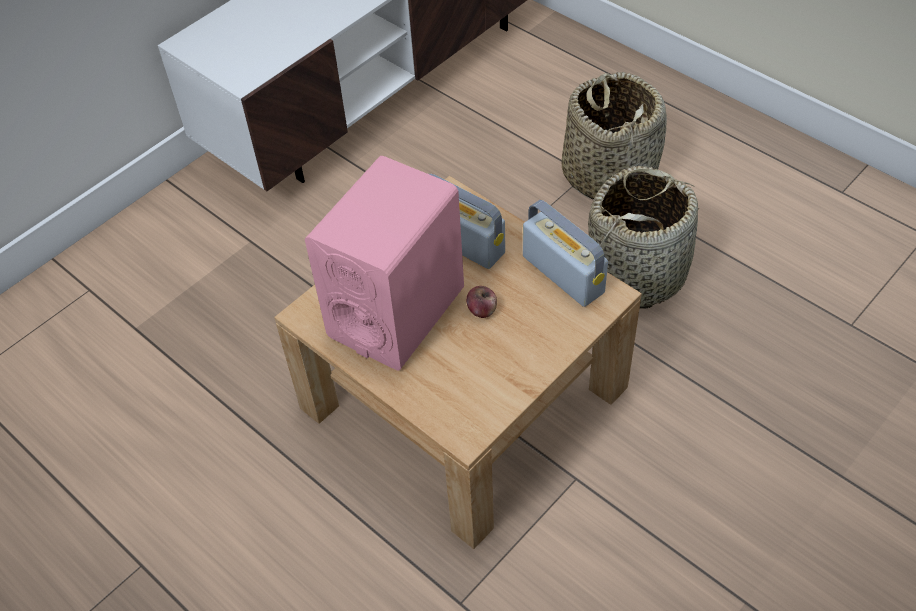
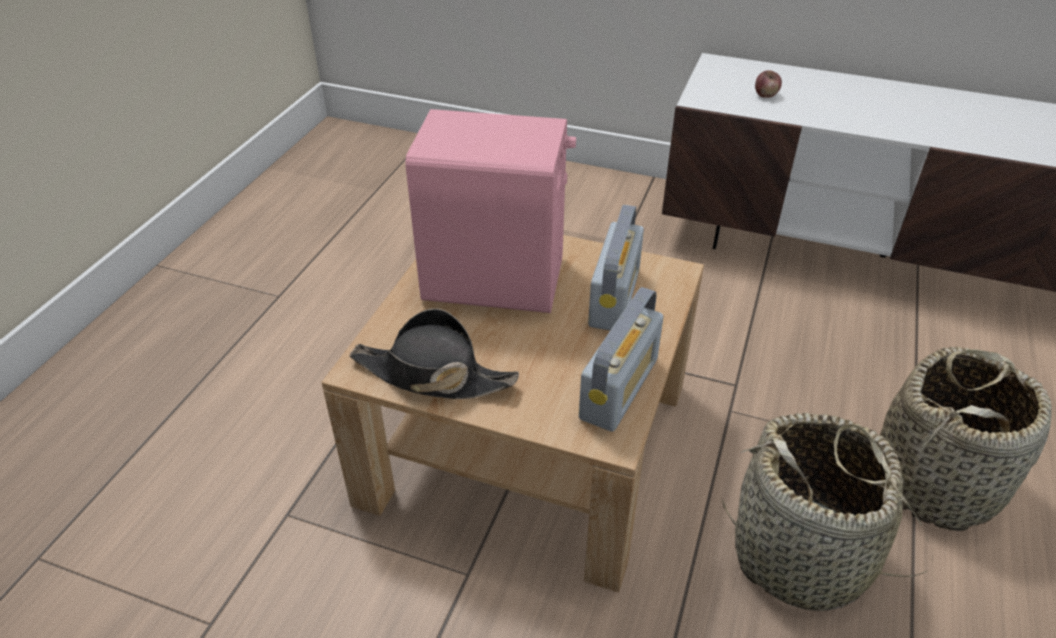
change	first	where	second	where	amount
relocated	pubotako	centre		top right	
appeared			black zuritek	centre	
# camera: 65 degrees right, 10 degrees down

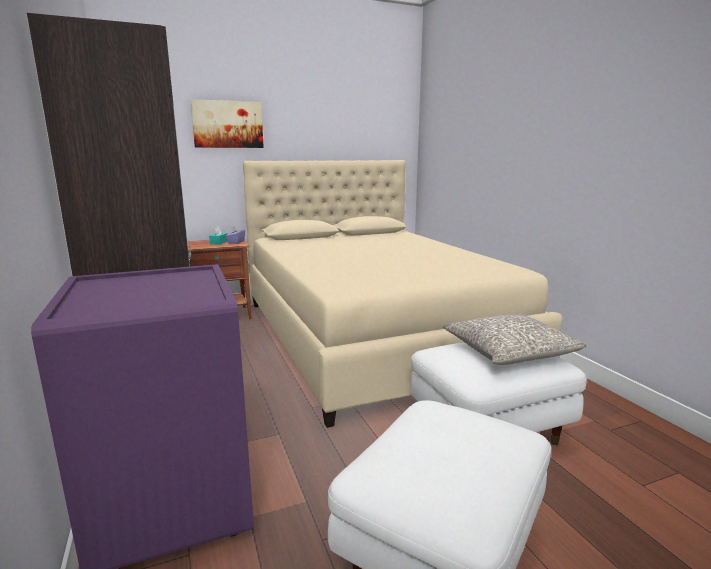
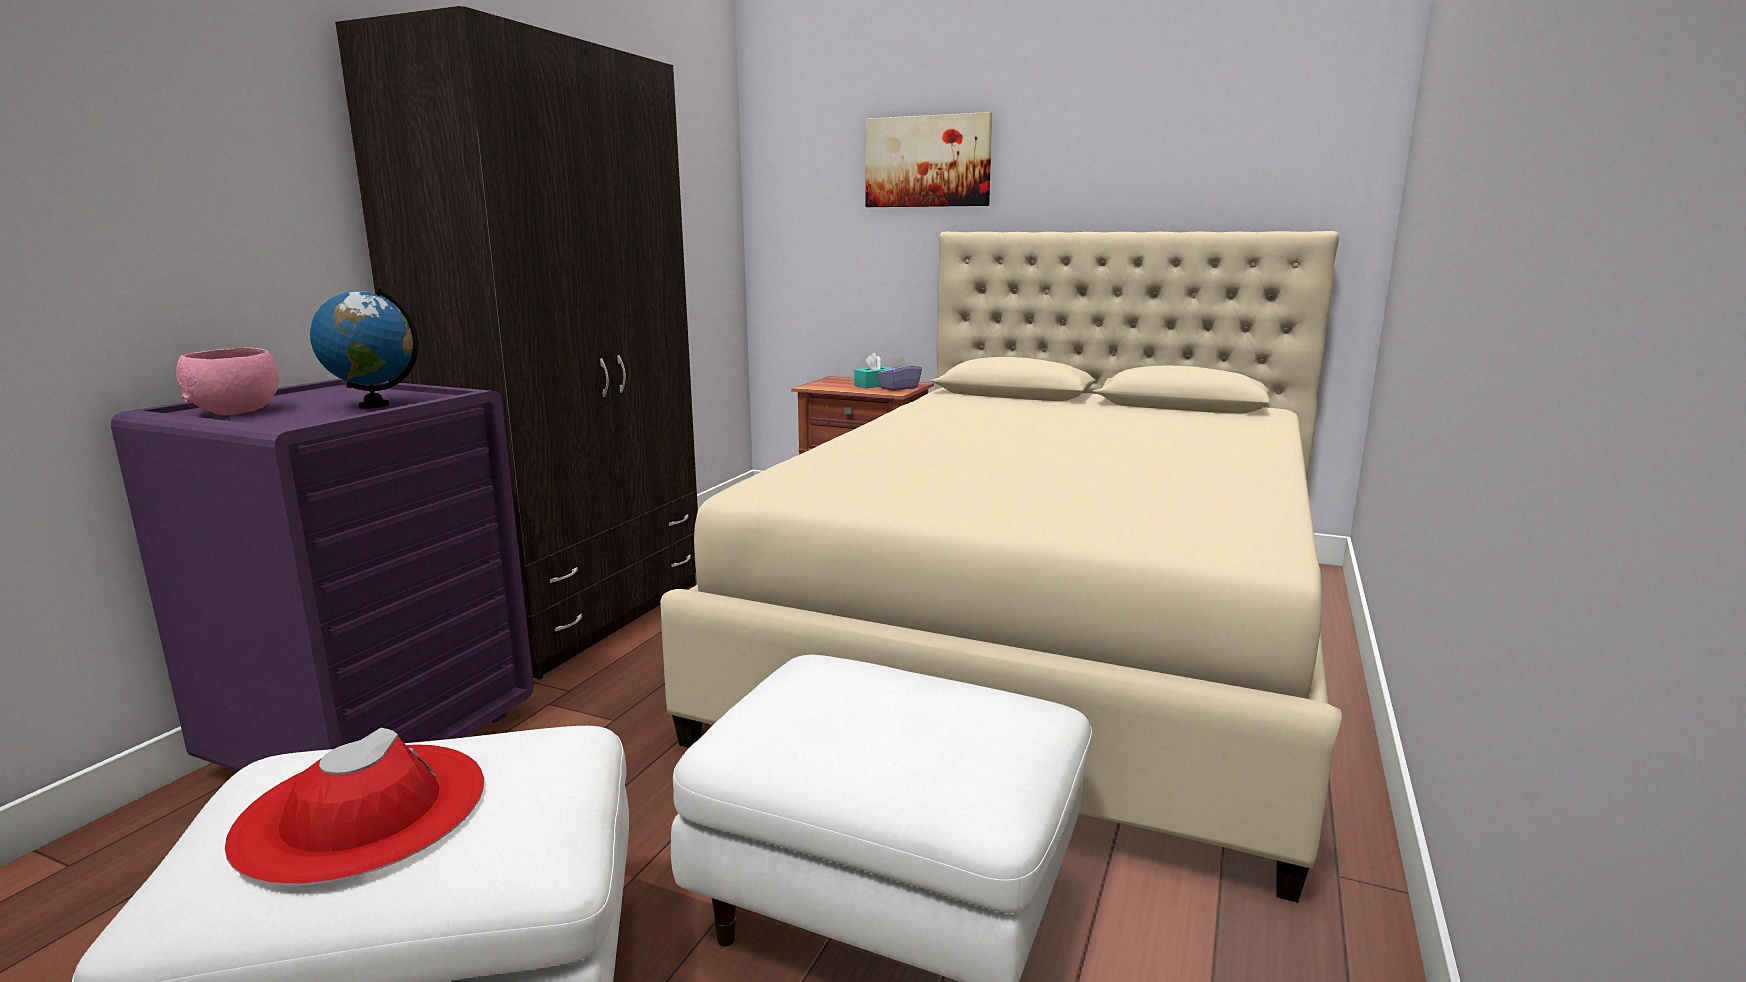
change	first	where	second	where	amount
missing	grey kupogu	middle right			
appeared			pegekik	middle left	
appeared			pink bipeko	middle left	
appeared			red zuritek	bottom left	
# camera: 45 degrees right, 0 degrees up

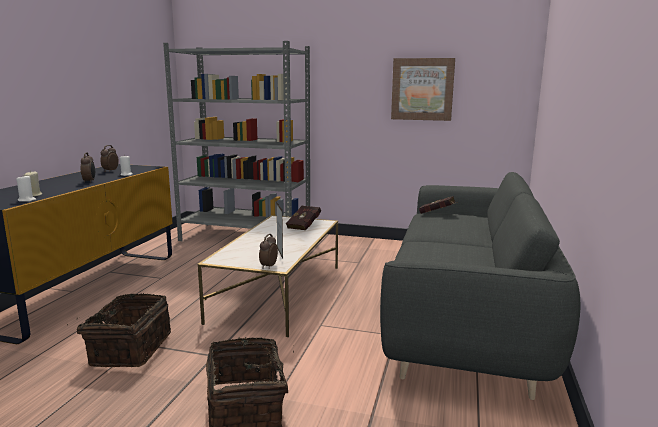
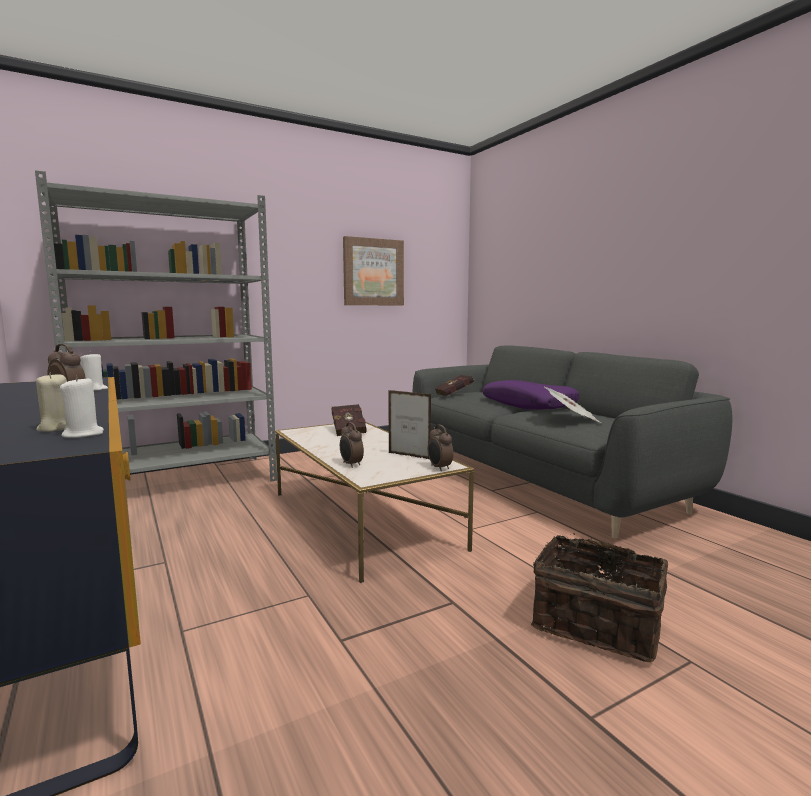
change	first	where	second	where	amount
relocated	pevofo (no. 2 from left)	middle left		centre	
missing	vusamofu (no. 1 from left)	bottom left			
appeared			purple kupogu	centre	
appeared			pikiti	middle right	
# camera: 45 degrees left, 5 degrees down

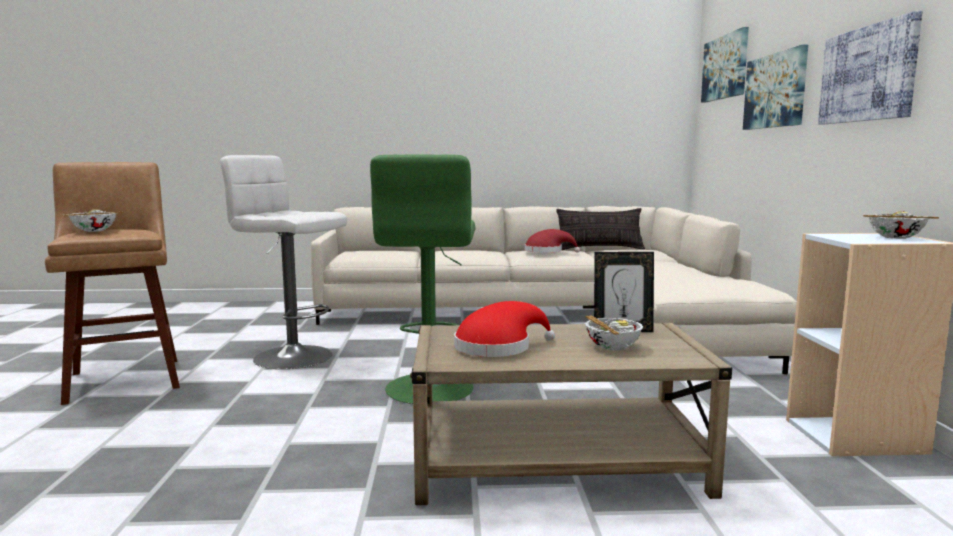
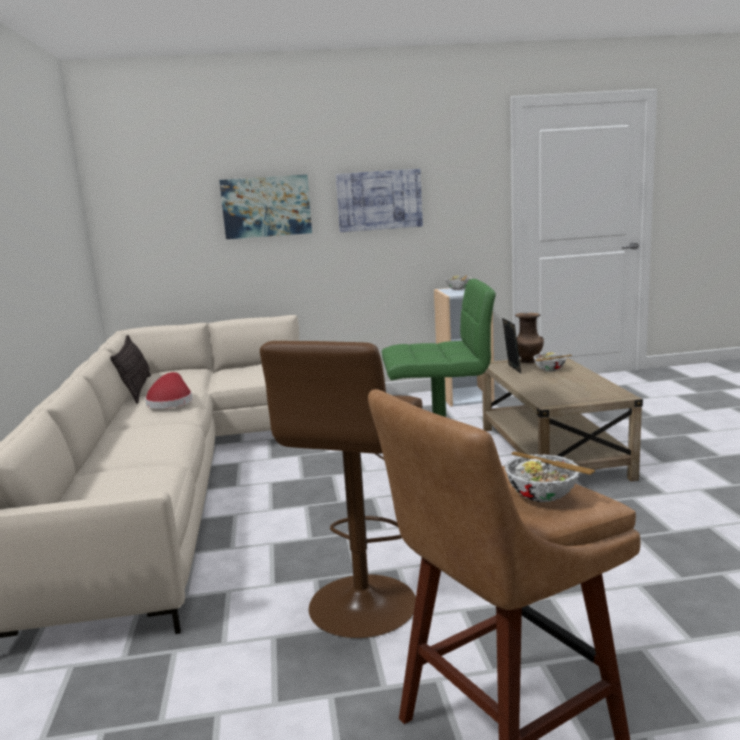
change	first	where	second	where	amount
missing	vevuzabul (no. 1 from left)	top right			
colour	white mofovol	middle left	brown mofovol (no. 1 from left)	centre	
missing	red zuritek (no. 1 from left)	centre			
appeared			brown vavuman	middle right	
# camera: 95 degrees left, 5 degrees up

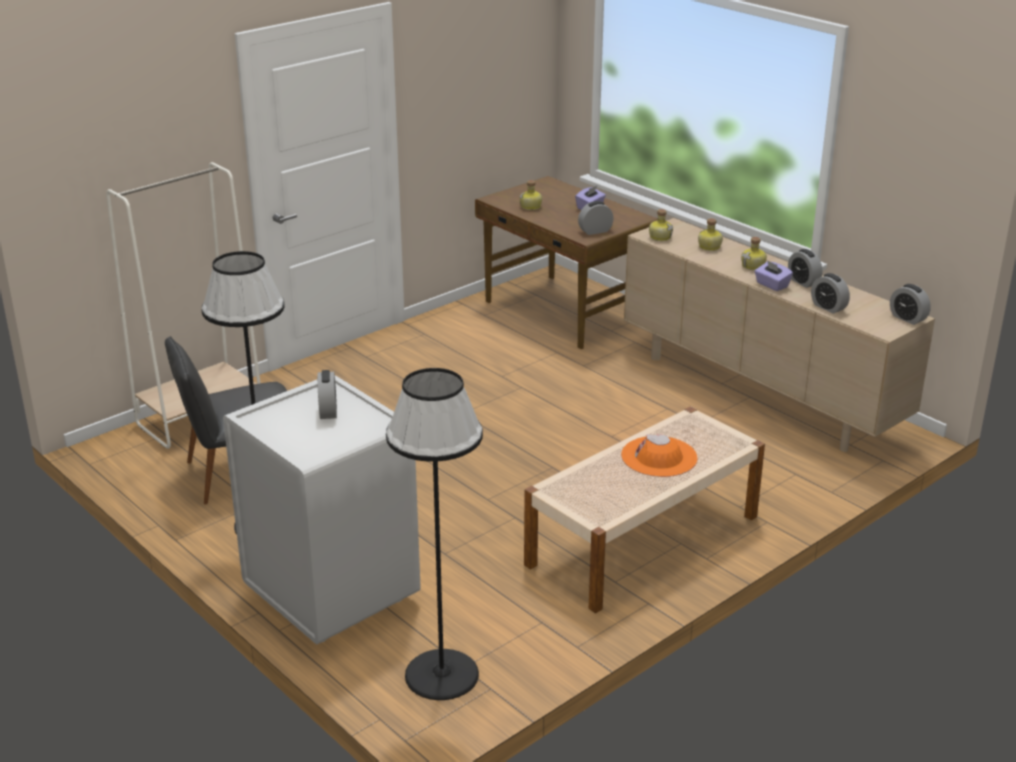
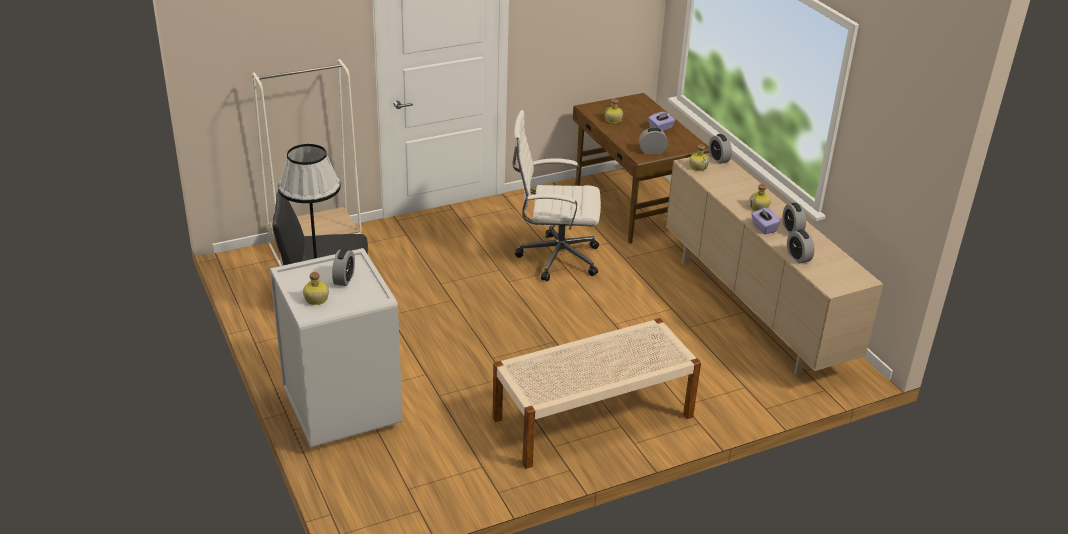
change	first	where	second	where	amount
relocated	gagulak (no. 3 from left in the first image)	top right	gagulak (no. 1 from left)	middle left	
relocated	pevofo (no. 5 from left in the first image)	middle right	pevofo (no. 3 from left)	top right	
missing	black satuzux (no. 2 from left)	bottom centre			
missing	orange zuritek	centre			
appeared			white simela	centre	
# camera: 15 degrees right, 5 degrees up

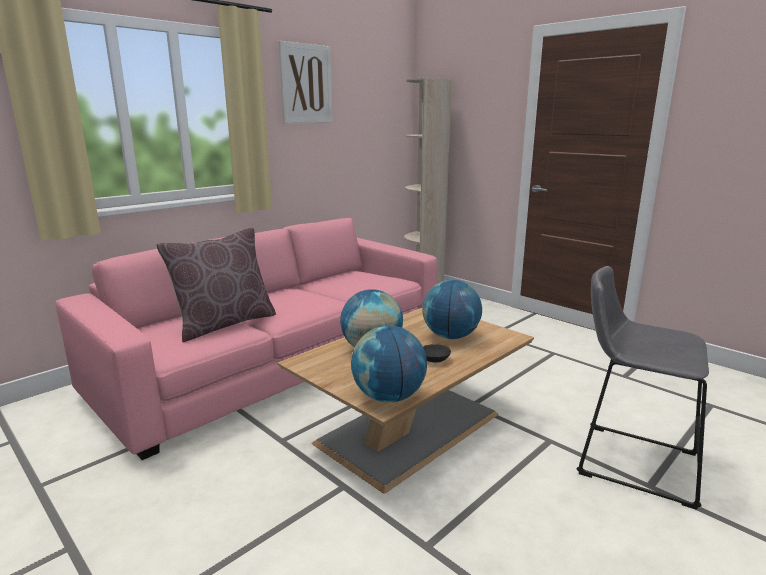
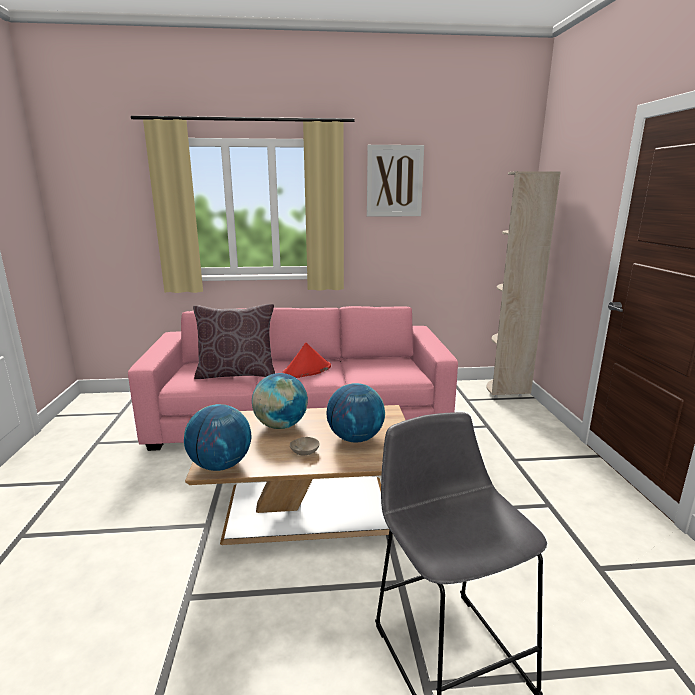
change	first	where	second	where	amount
colour	black bipeko	centre	beige bipeko	centre	
appeared			red zuritek	centre	
# camera: 40 degrees right, 0 degrees up

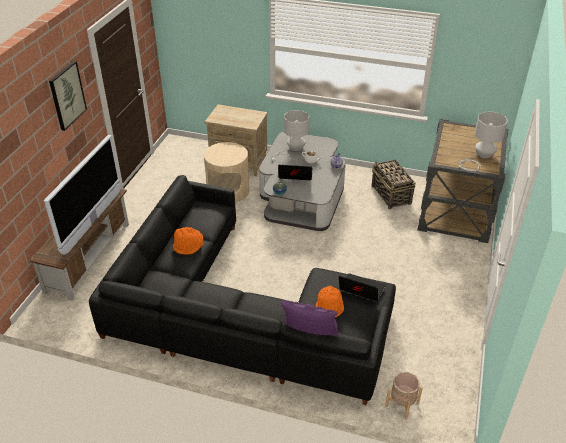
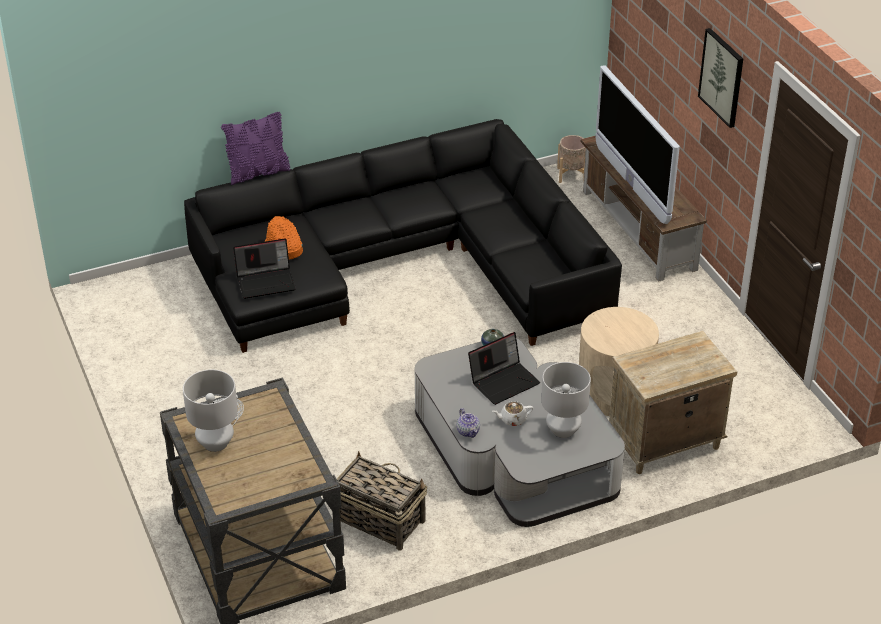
change	first	where	second	where	amount
missing	orange zuritek (no. 1 from left)	middle left			
relocated	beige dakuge	bottom right		top centre	
# camera: 140 degrees right, 0 degrees up

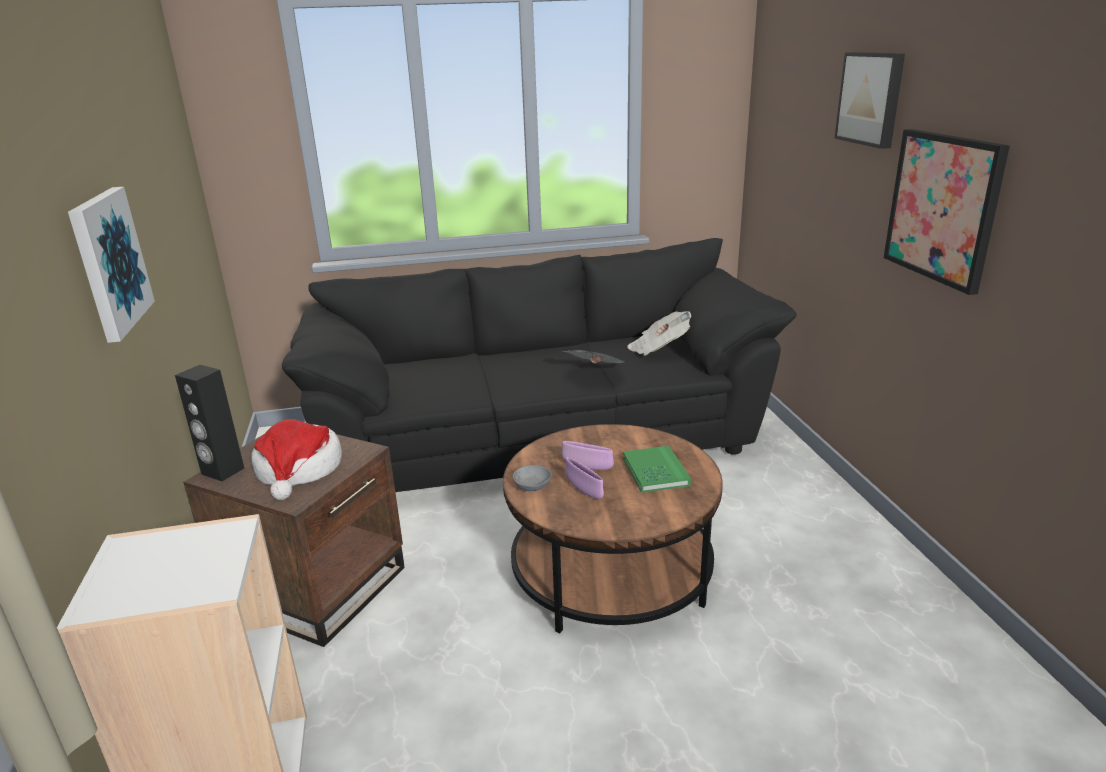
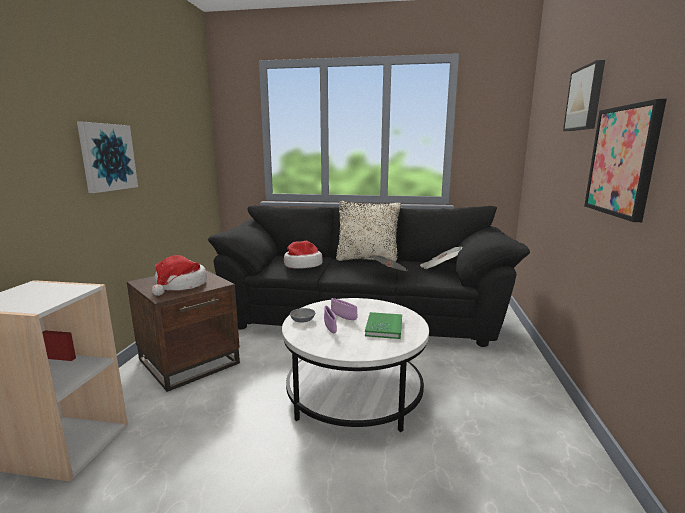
change	first	where	second	where	amount
missing	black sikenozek	middle left			
colour	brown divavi	bottom centre	white divavi	bottom centre	
appeared			beige kupogu	centre	
appeared			zuritek (no. 2 from left)	centre	
# camera: 20 degrees right, 10 degrees down

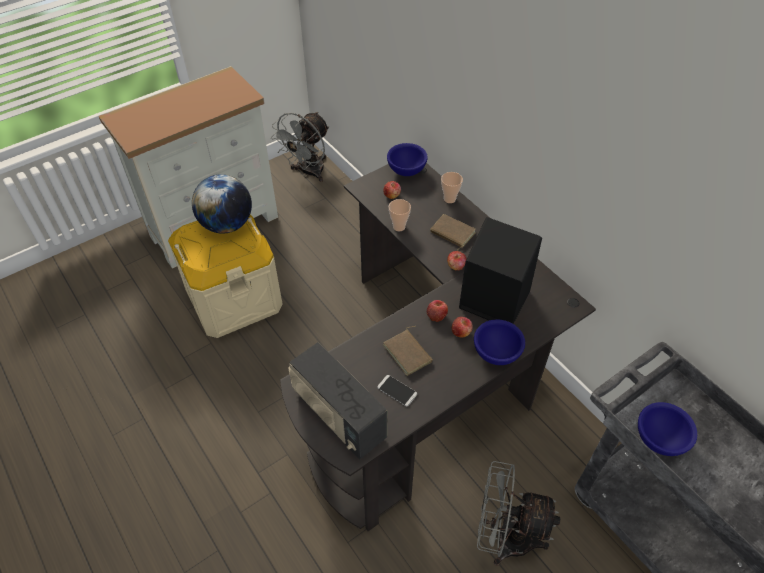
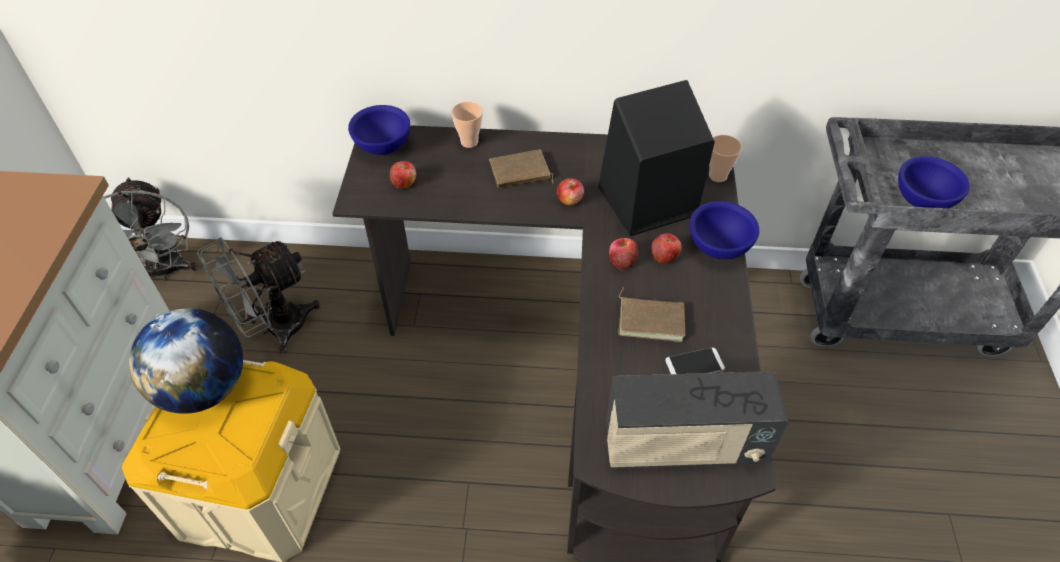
change	first	where	second	where	amount
relocated	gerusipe (no. 1 from left in the first image)	centre	gerusipe (no. 2 from left)	top right	
relocated	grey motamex (no. 2 from left)	bottom right		middle left	
# camera: 50 degrees left, 0 degrees up

